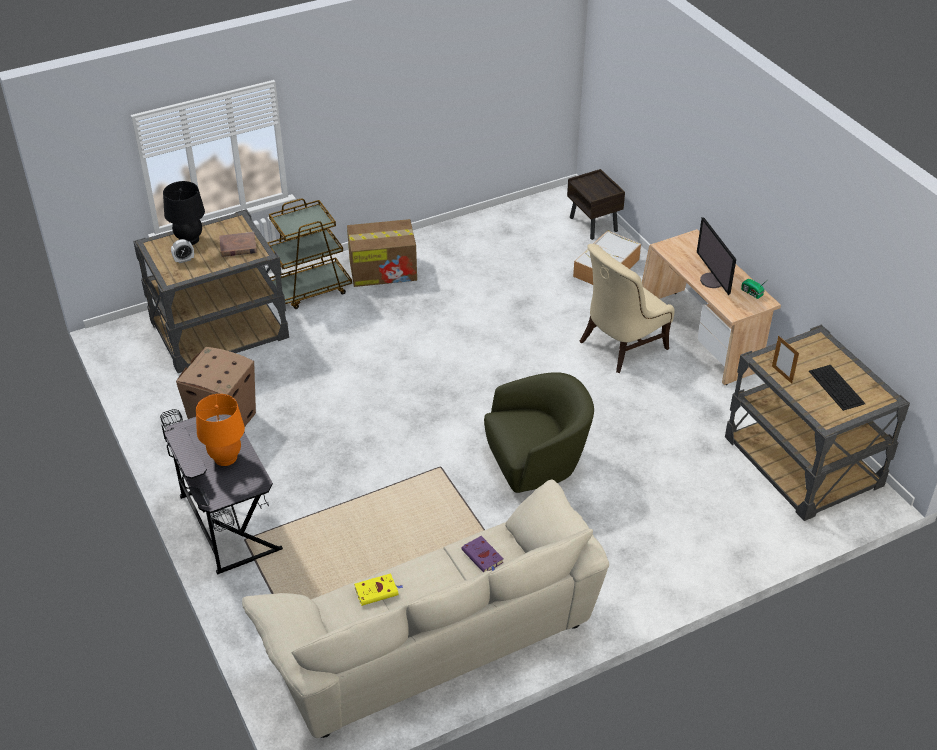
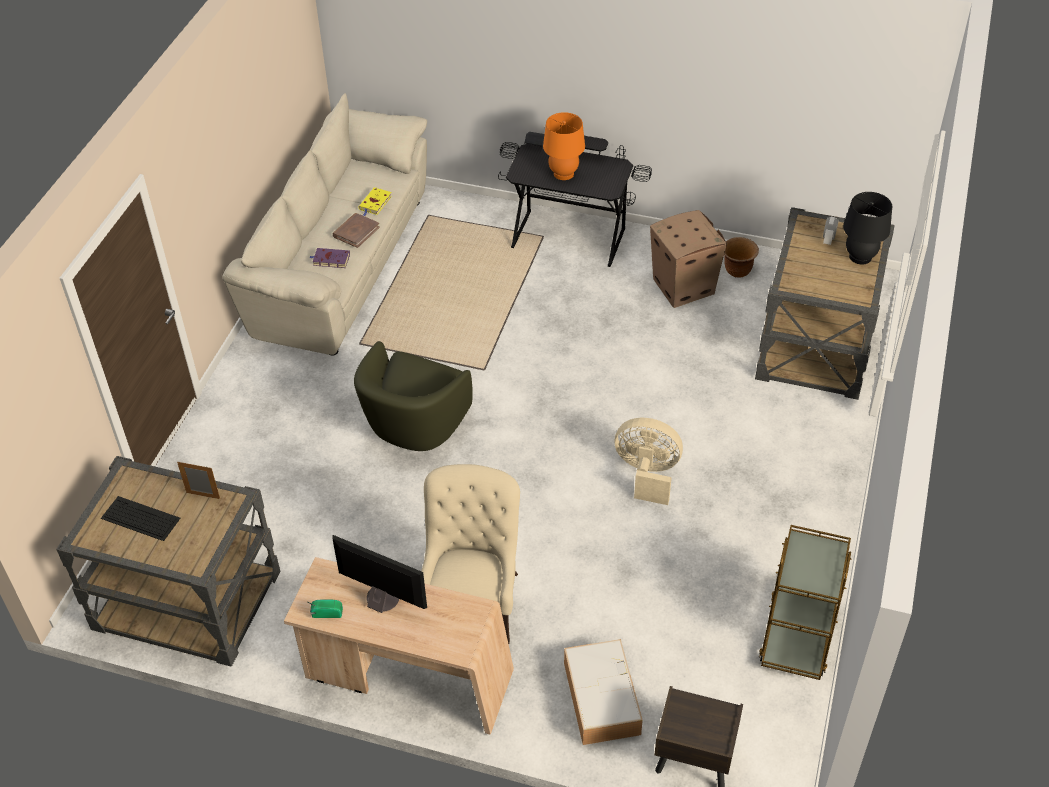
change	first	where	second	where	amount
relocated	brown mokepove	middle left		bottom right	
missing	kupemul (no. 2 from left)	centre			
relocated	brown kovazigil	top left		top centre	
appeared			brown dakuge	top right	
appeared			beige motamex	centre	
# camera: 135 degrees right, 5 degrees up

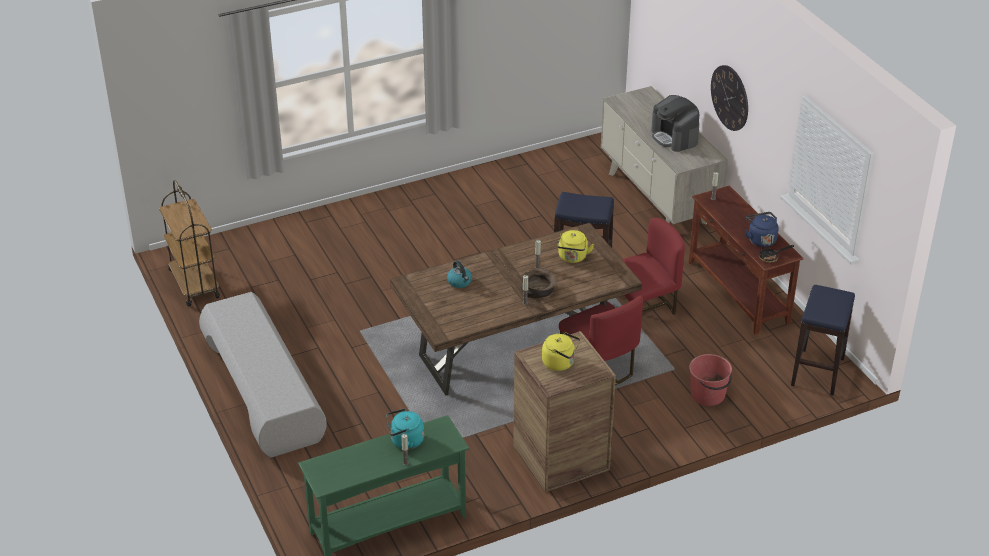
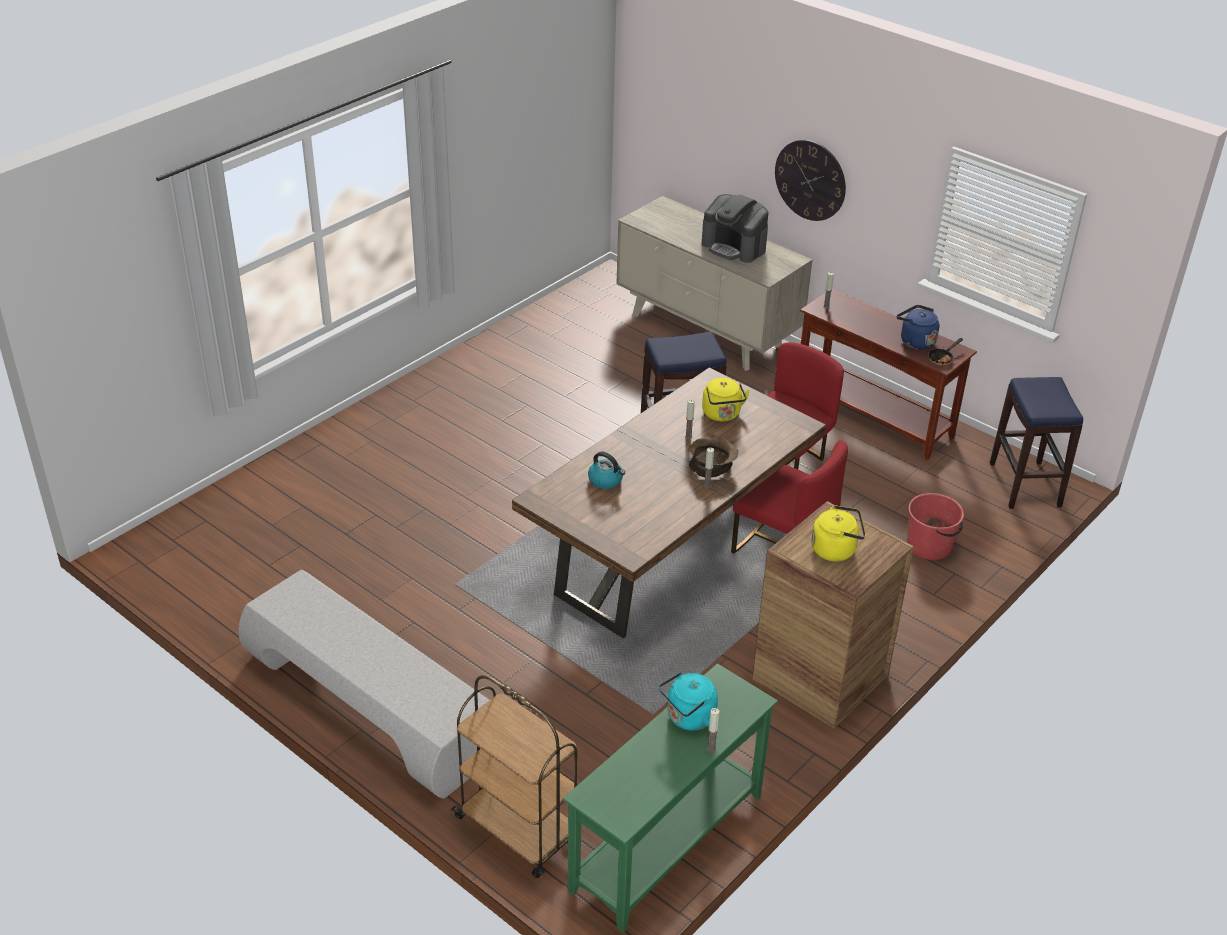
change	first	where	second	where	amount
relocated	brown mokepove	middle left		bottom centre	
# camera: 25 degrees left, 0 degrees up

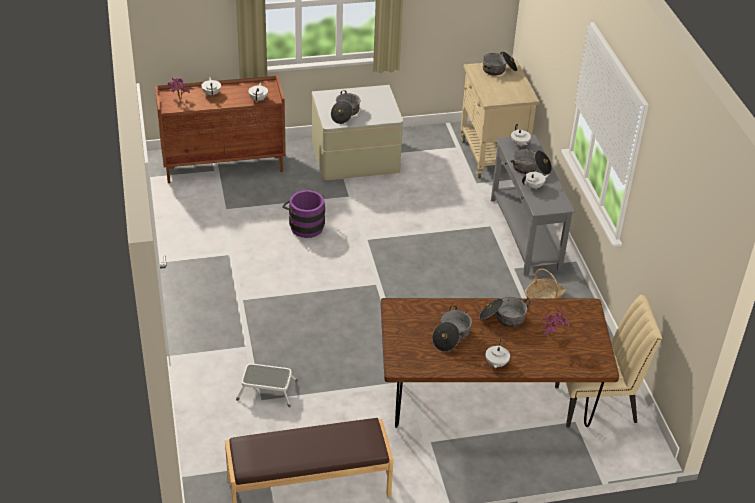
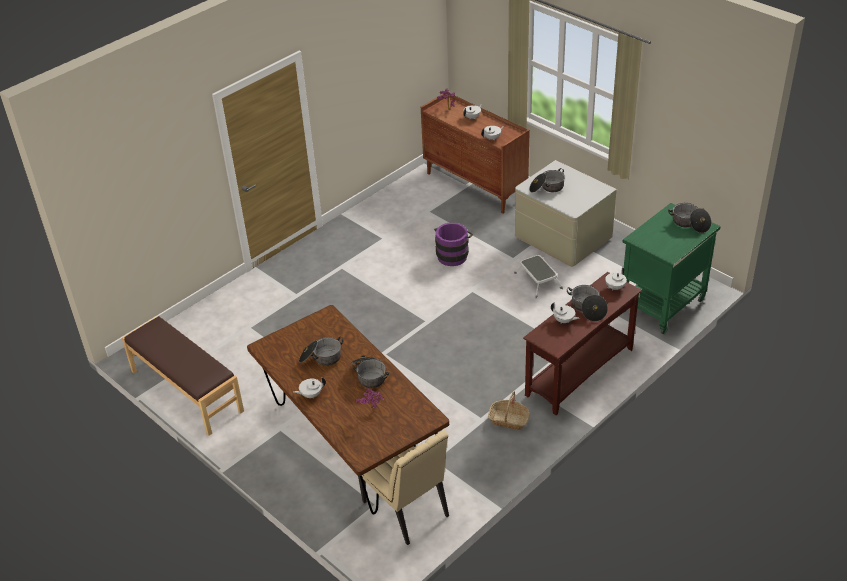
change	first	where	second	where	amount
colour	beige mokepove	top centre	green mokepove	middle right	
colour	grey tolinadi	middle right	brown tolinadi	middle right	
relocated	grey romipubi	bottom centre		centre	
# camera: 60 degrees right, 0 degrees up

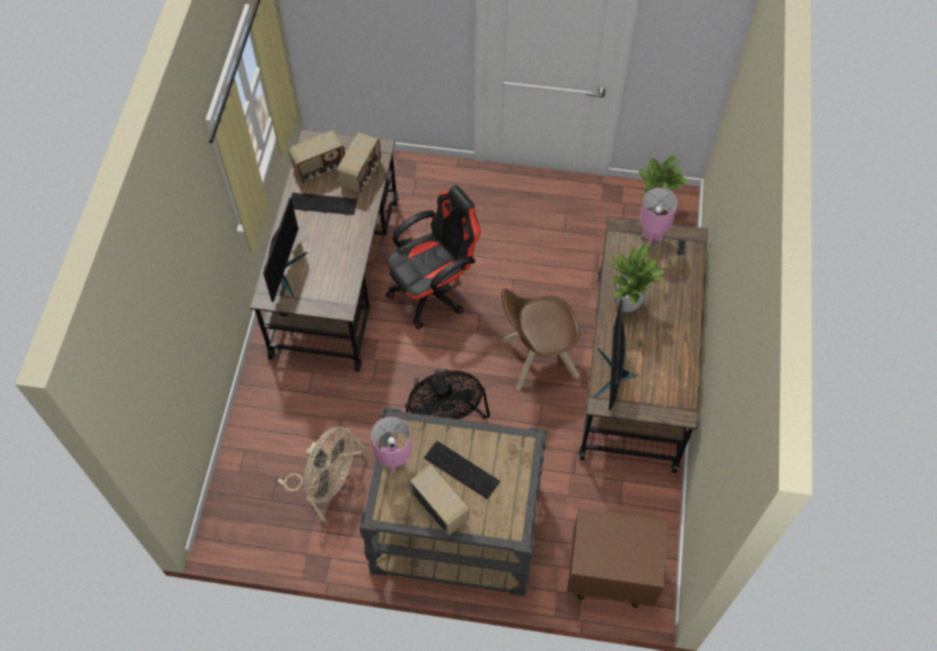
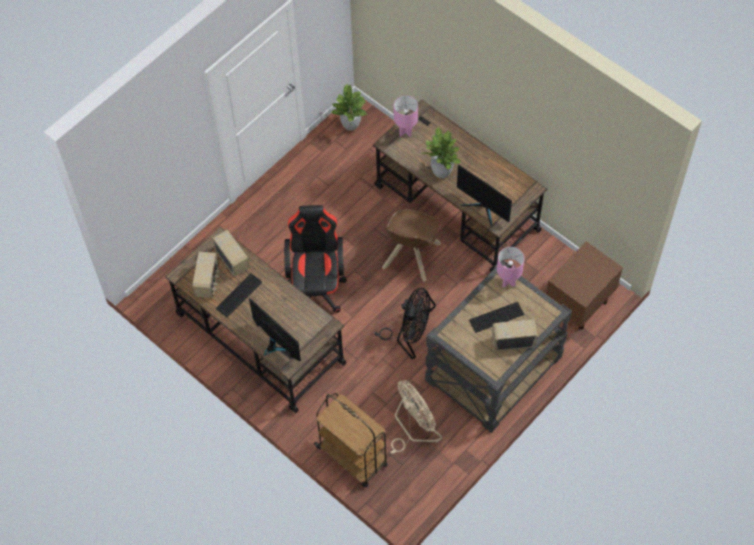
change	first	where	second	where	amount
relocated	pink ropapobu (no. 1 from left in the first image)	bottom centre	pink ropapobu (no. 2 from left)	middle right	
appeared			brown mokepove	bottom centre	
# camera: 55 degrees left, 0 degrees up

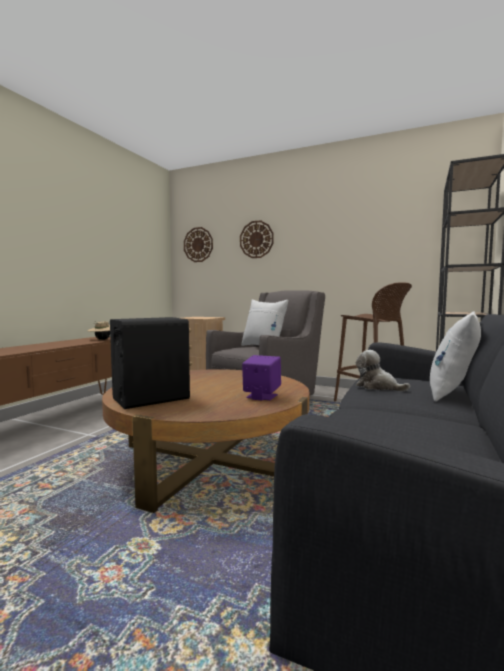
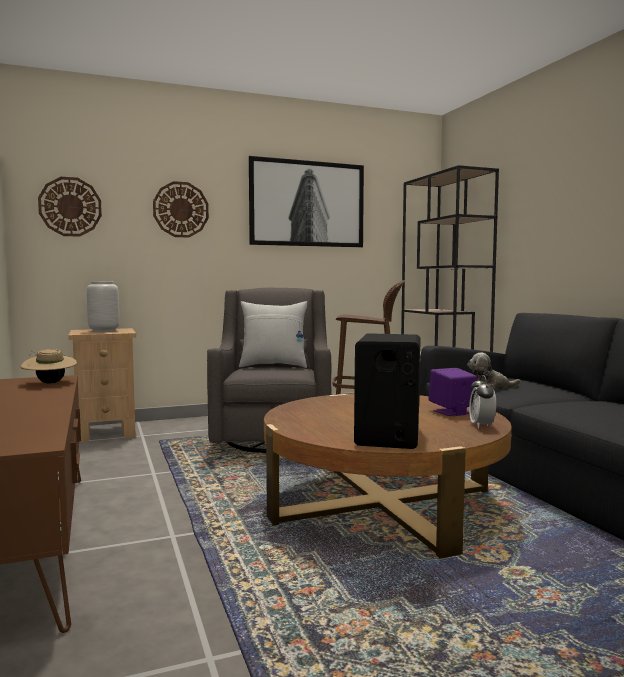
change	first	where	second	where	amount
missing	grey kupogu (no. 2 from left)	middle right			
appeared			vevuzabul	top centre	
appeared			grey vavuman	middle left	
appeared			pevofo	middle right	
# camera: 45 degrees left, 0 degrees up

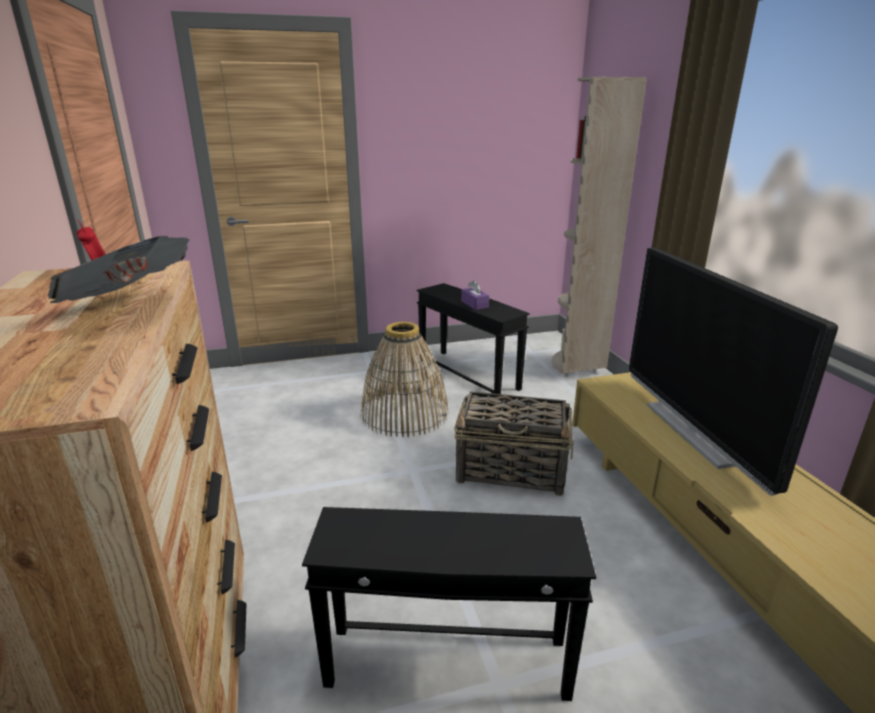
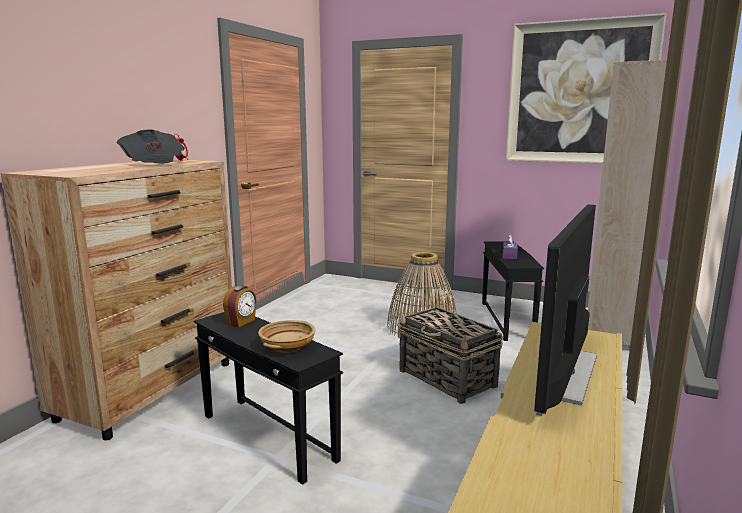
change	first	where	second	where	amount
appeared			vevuzabul	top right	
appeared			pevofo (no. 2 from left)	middle left	
appeared			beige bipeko	centre	
# camera: 40 degrees right, 10 degrees down

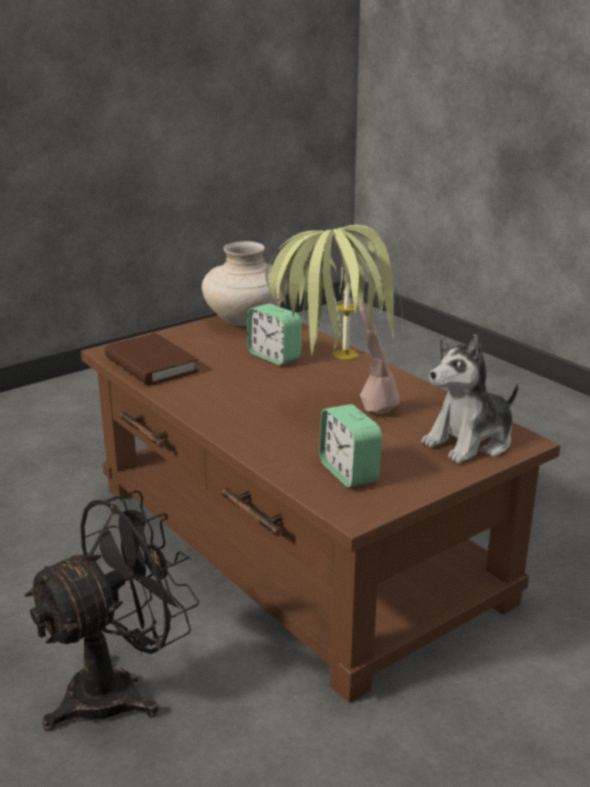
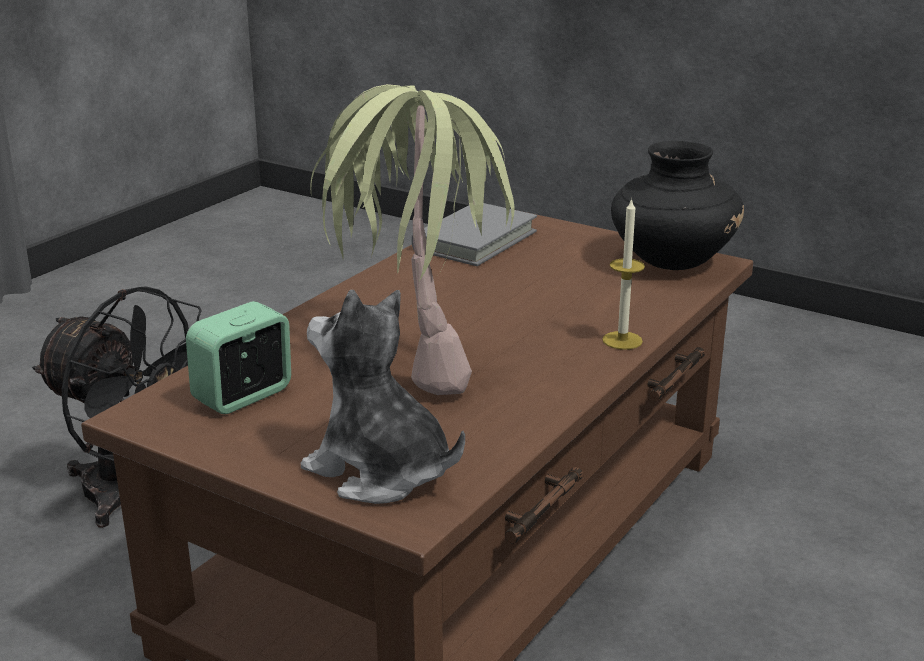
change	first	where	second	where	amount
colour	beige vavuman	centre	black vavuman	top right	
missing	pevofo (no. 1 from left)	centre			
colour	brown kovazigil	middle left	grey kovazigil	centre	
# camera: 70 degrees right, 0 degrees up

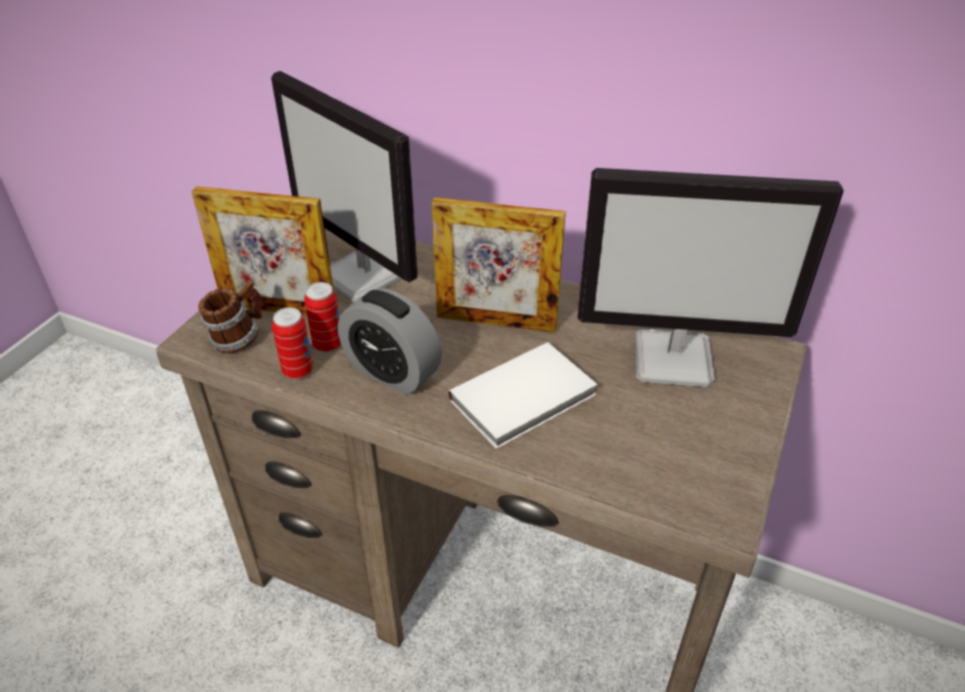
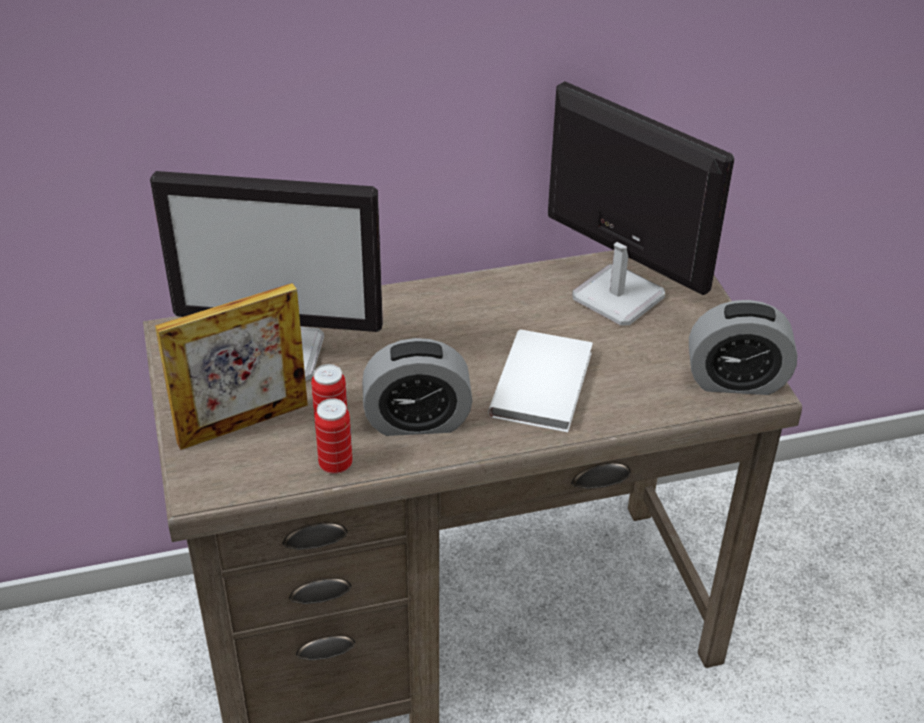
change	first	where	second	where	amount
spun	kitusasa (no. 2 from left)	middle right		top right	105 degrees counterclockwise
missing	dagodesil (no. 2 from left)	centre			
missing	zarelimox	middle left			
appeared			pevofo (no. 2 from left)	middle right	
# camera: 40 degrees left, 0 degrees up

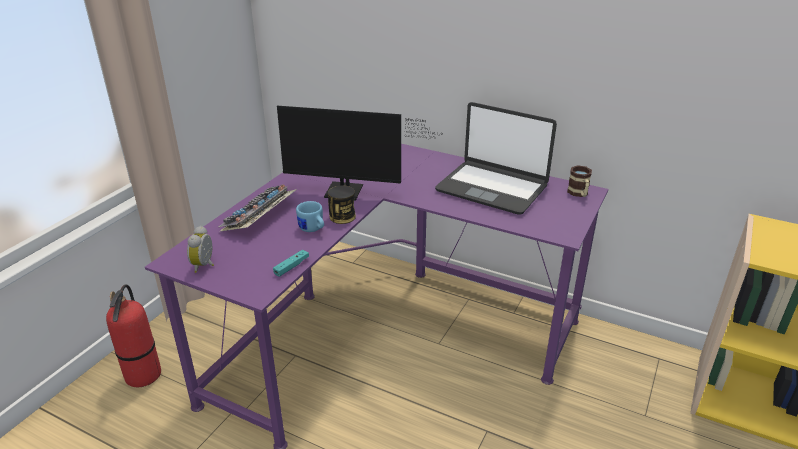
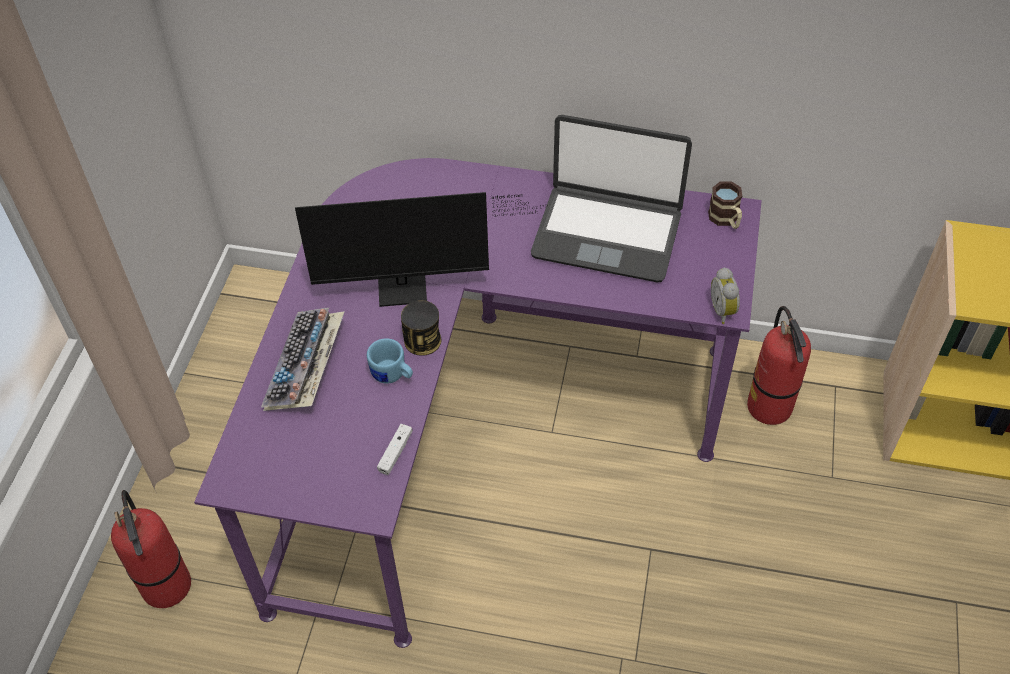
change	first	where	second	where	amount
relocated	pevofo	middle left		middle right	
colour	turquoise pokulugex	centre	white pokulugex	centre	
appeared			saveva (no. 2 from left)	middle right	
# camera: 15 degrees left, 20 degrees up

